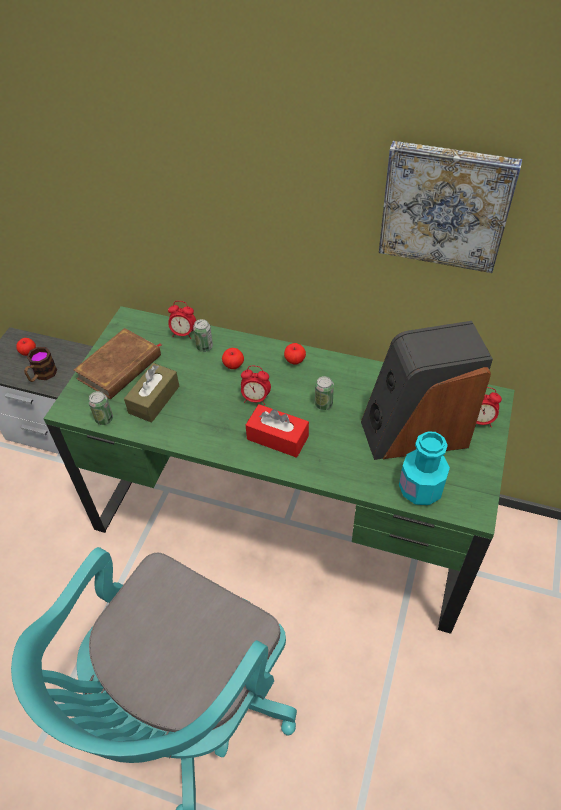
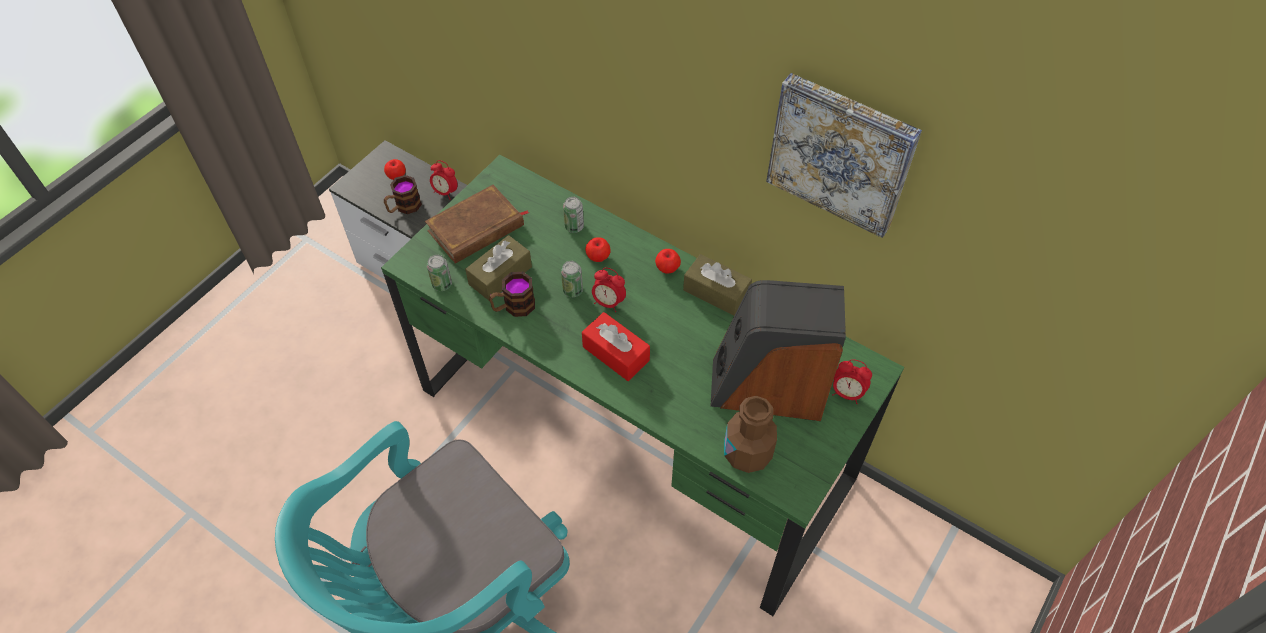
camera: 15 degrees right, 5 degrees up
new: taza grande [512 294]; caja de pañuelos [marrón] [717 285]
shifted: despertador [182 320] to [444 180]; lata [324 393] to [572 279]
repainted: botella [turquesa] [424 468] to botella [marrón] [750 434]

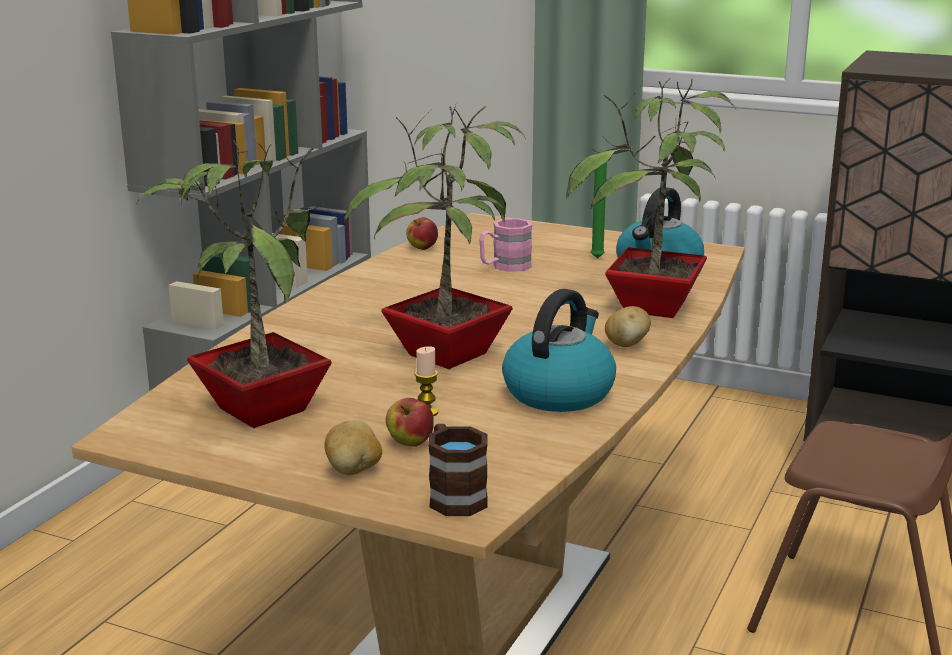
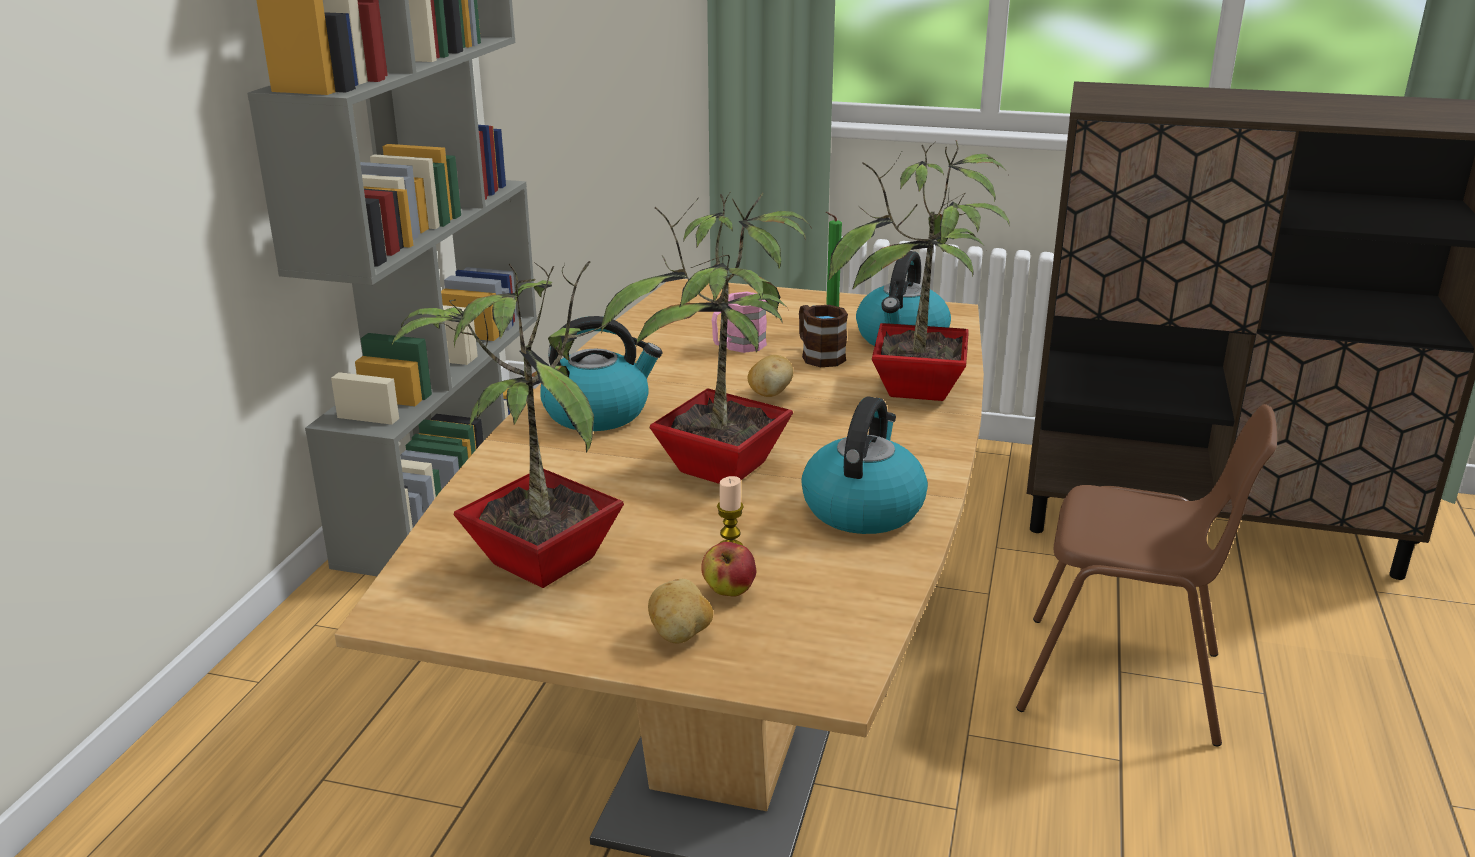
camera: 10 degrees left, 5 degrees up
gone: manzana [422 233]
new: hervidor [601 373]
shifted: taza grande [marrón] [457 470] to [823 336]; patata [628 326] to [770 376]

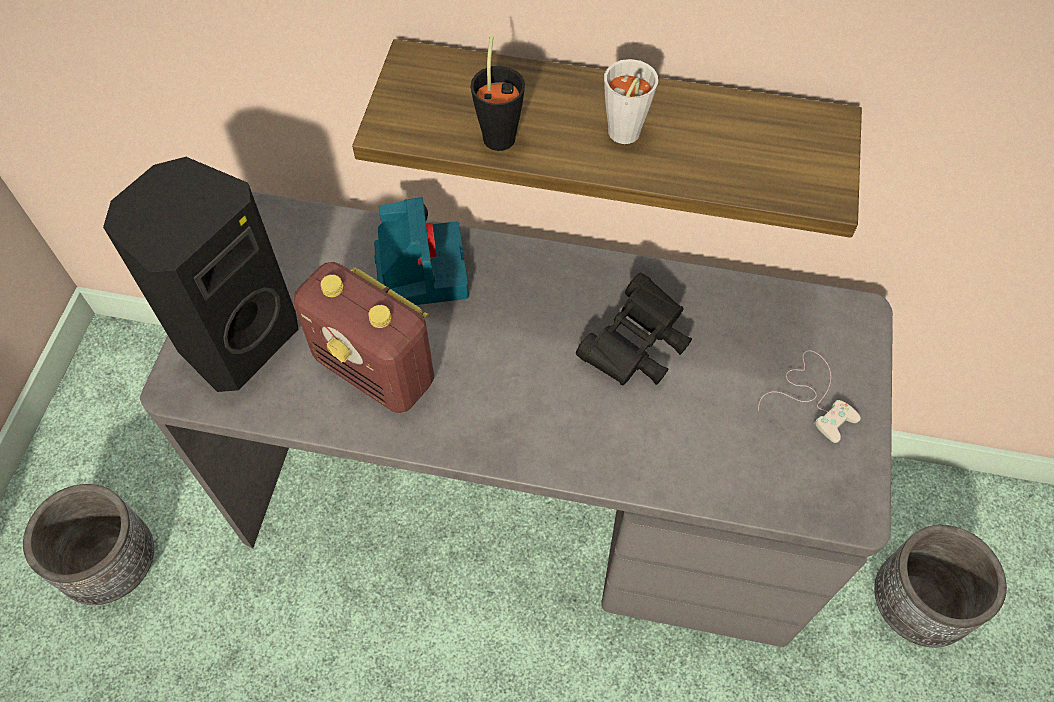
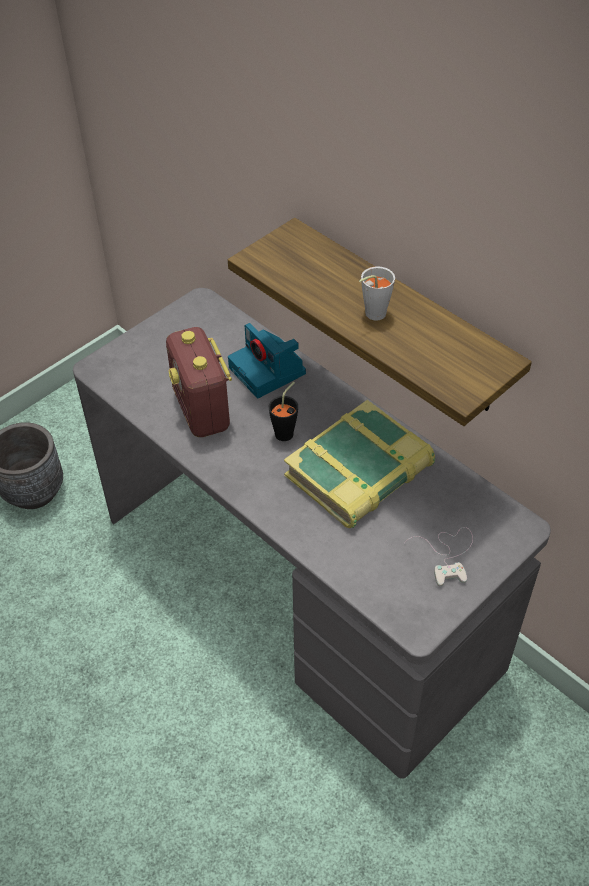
camera: 35 degrees right, 10 degrees down
gone: altavoz [negro] [200 274]; maceta [gris] [940 586]
shifted: taza [negro] [498 93] to [283 411]
swapped: prismáticos [negro] [634 329] to libro [359 464]
rotated: cámara [421 251] = [267 360] 120 degrees clockwise

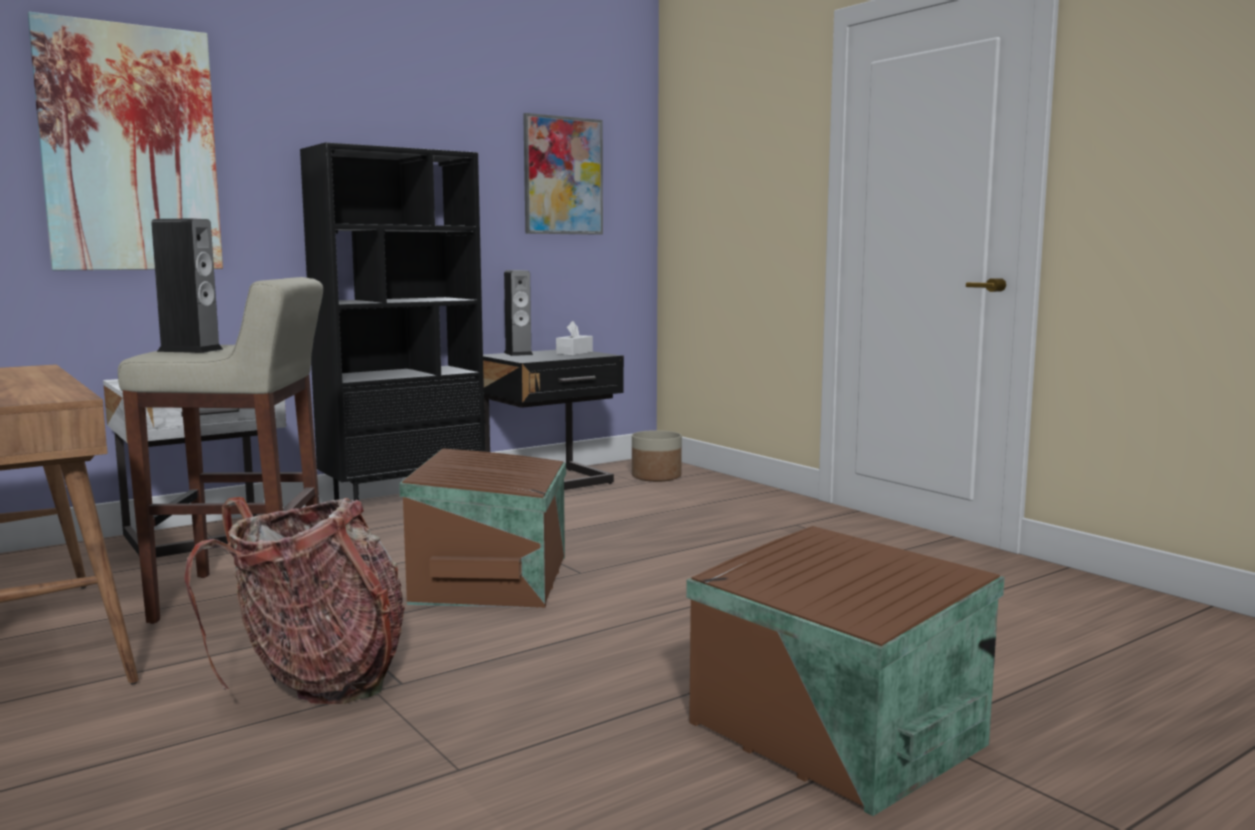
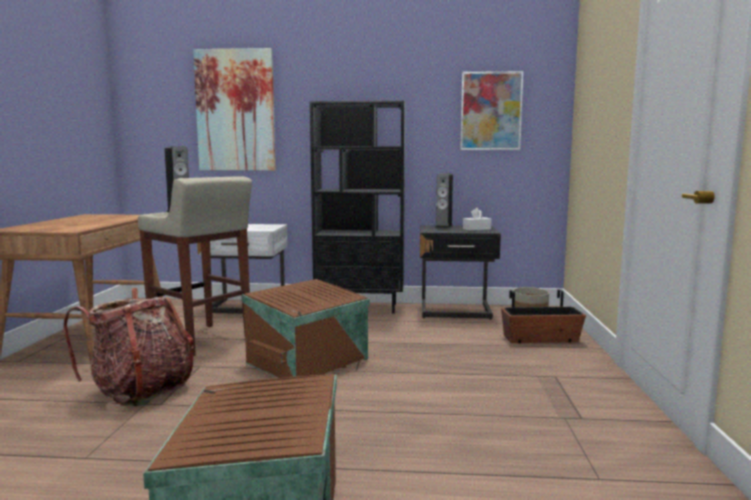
camera: 40 degrees right, 0 degrees up
new: maceta [543 316]

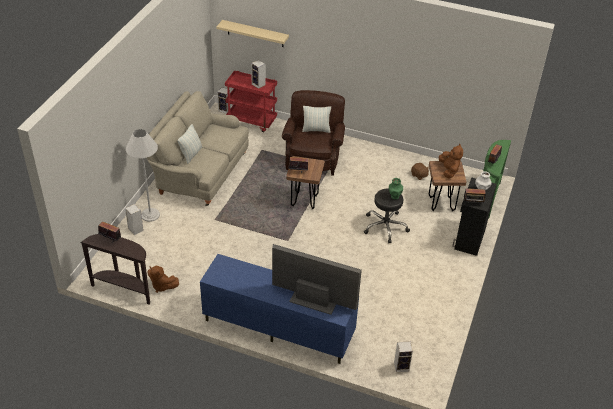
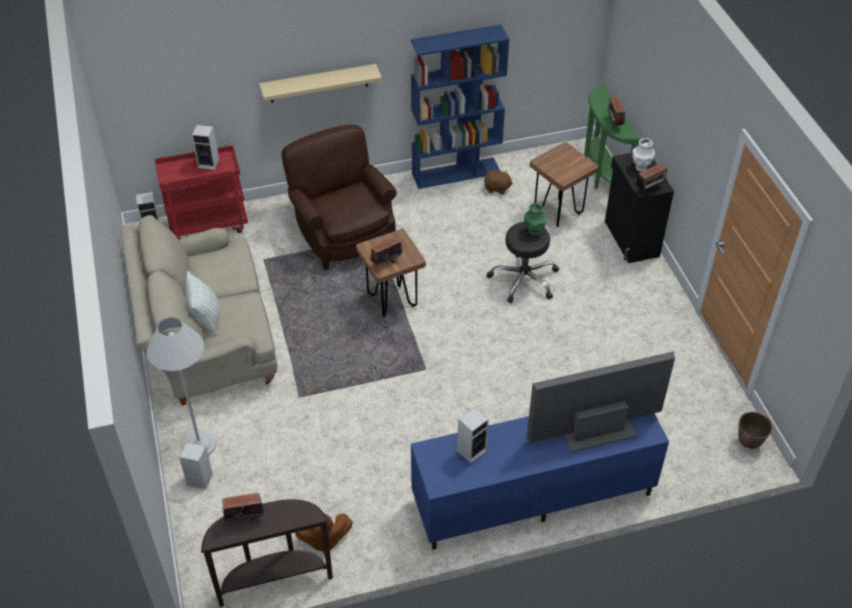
camera: 35 degrees left, 5 degrees up
gone: cojín [316 119]; peluche [marrón] [451 161]
new: estantería [azul] [459 107]; maceta [755 430]
shifted: estante [beis] [252 33] to [320 83]; altavoz [403 356] to [473 435]

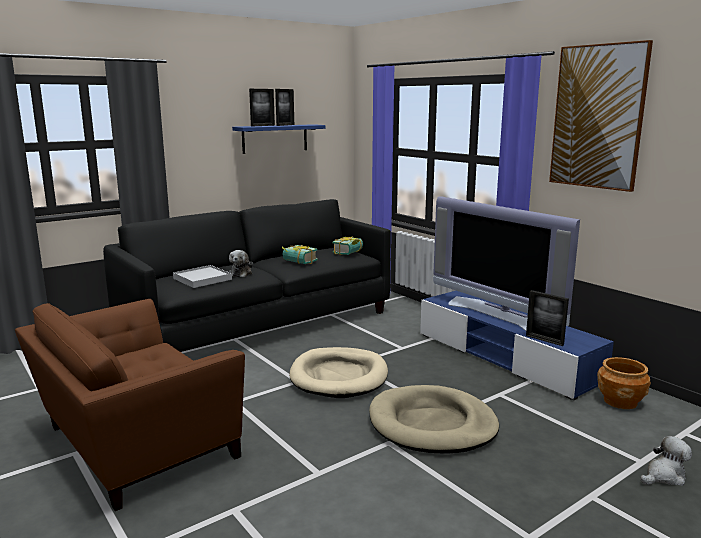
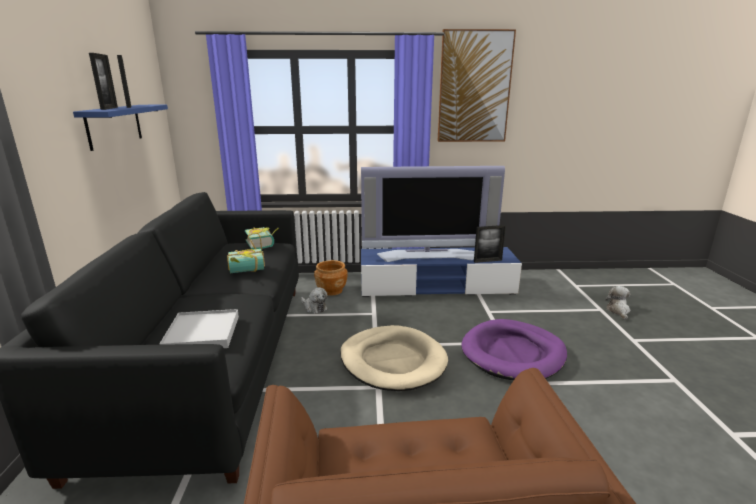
camera: 55 degrees left, 5 degrees up
shifted: peluche [241 263] to [314 300]; maceta [marrón] [624 383] to [331 278]
repainted: cama para perro [beis] [434 419] to cama para perro [morado] [514 349]

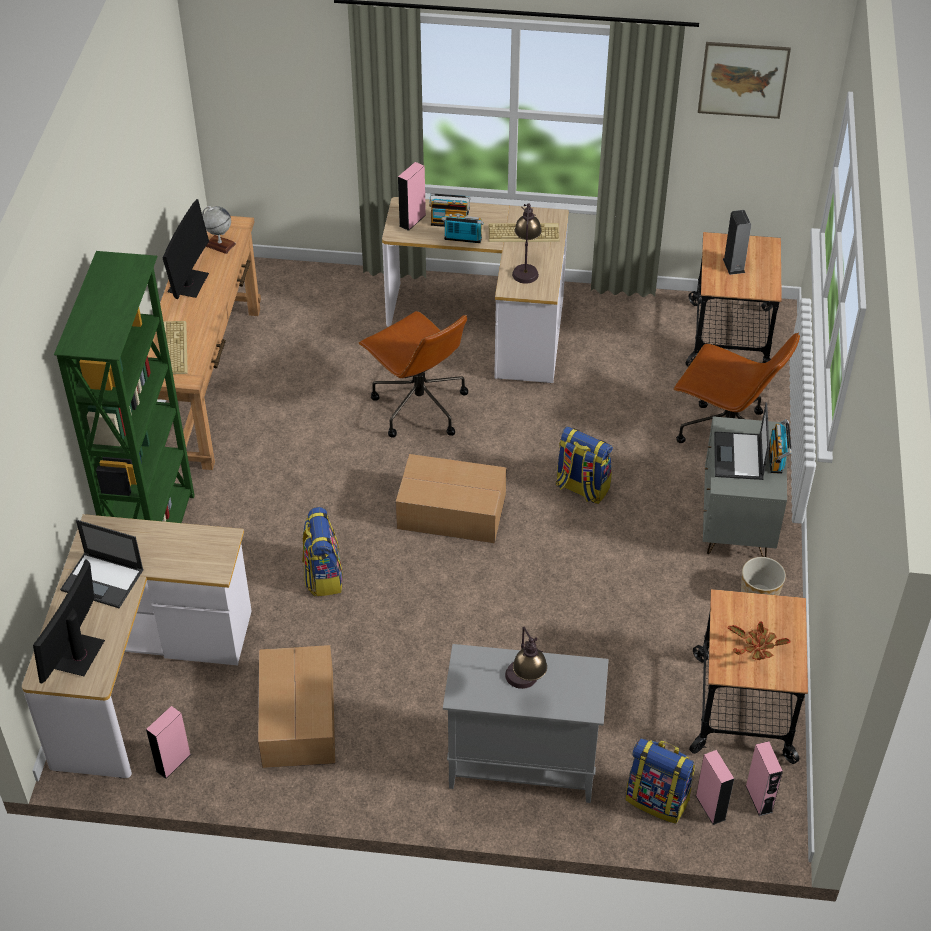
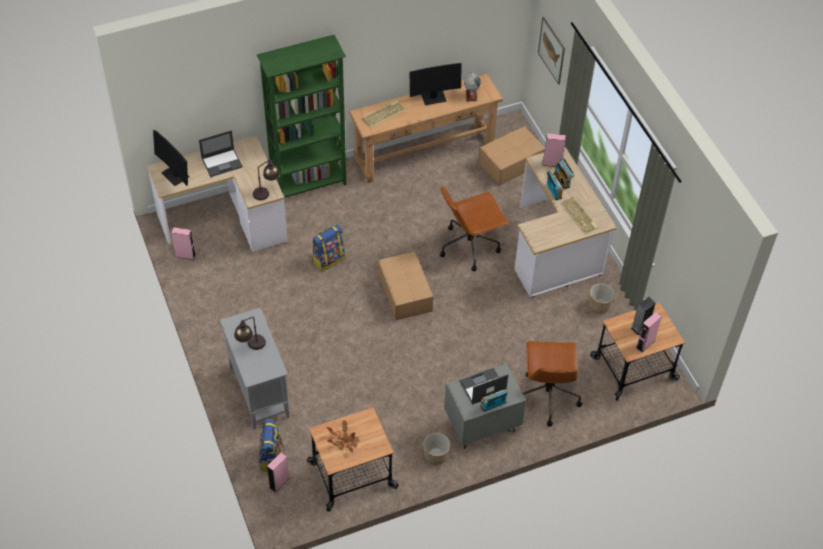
camera: 60 degrees right, 5 degrees up
gone: mochila [584 465]
new: maceta [602 298]
shifted: caja de cartón [296 706] to [511 156]; lámpara de mesa [527 243] to [266 179]; cuadro [744 80] to [551 51]; altavoz [rosa] [764 778] to [649 332]
rotated: monitor [69 621] = [171 158] 120 degrees counterclockwise; portátil [102 564] = [221 153] 105 degrees counterclockwise; silla de oficina [marrón] [413 374] = [474 228] 45 degrees clockwise

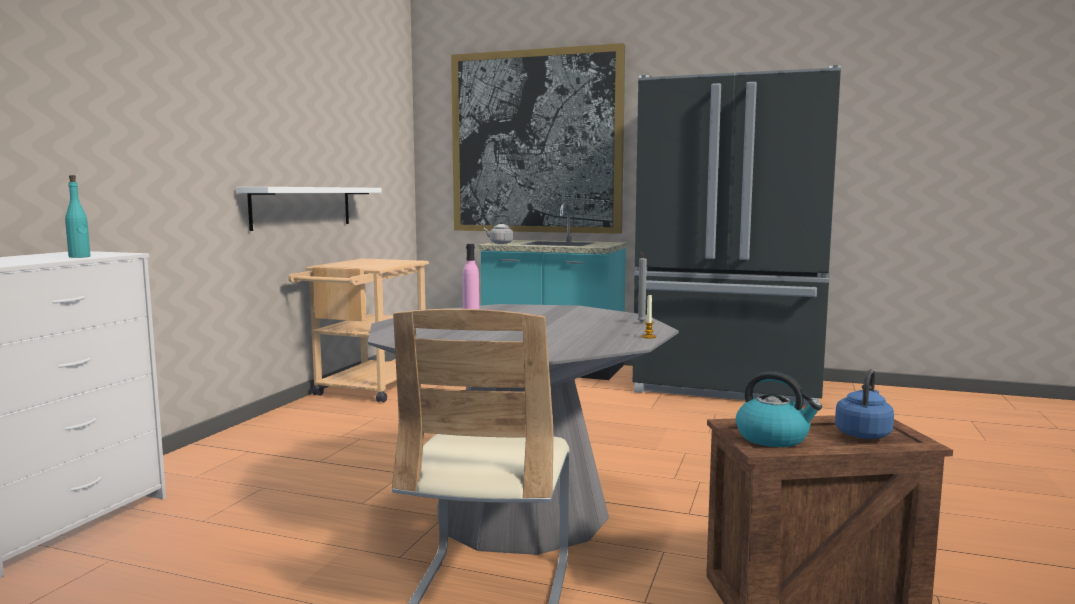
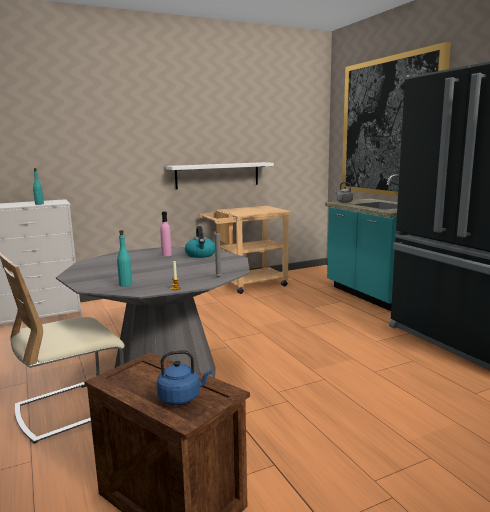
camera: 45 degrees right, 5 degrees up
new: botella [turquesa] [124 258]
shifted: hervidor [779 409] to [200 242]

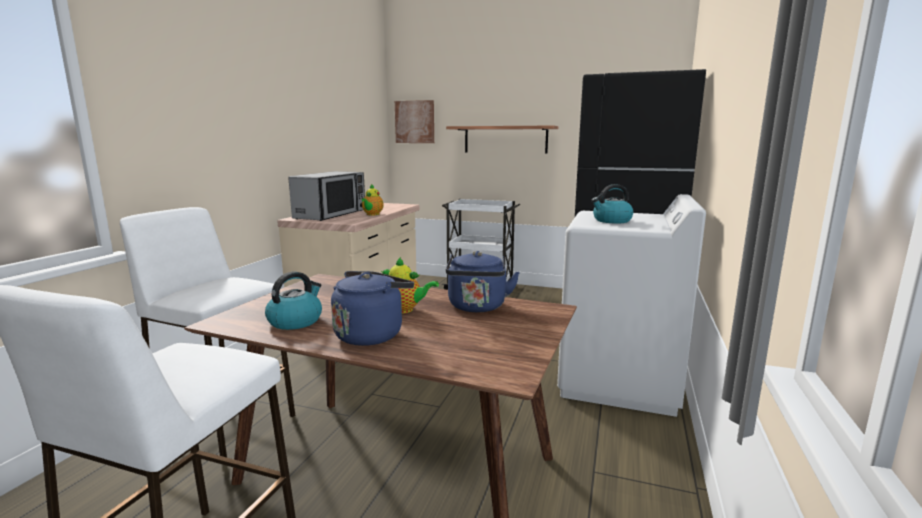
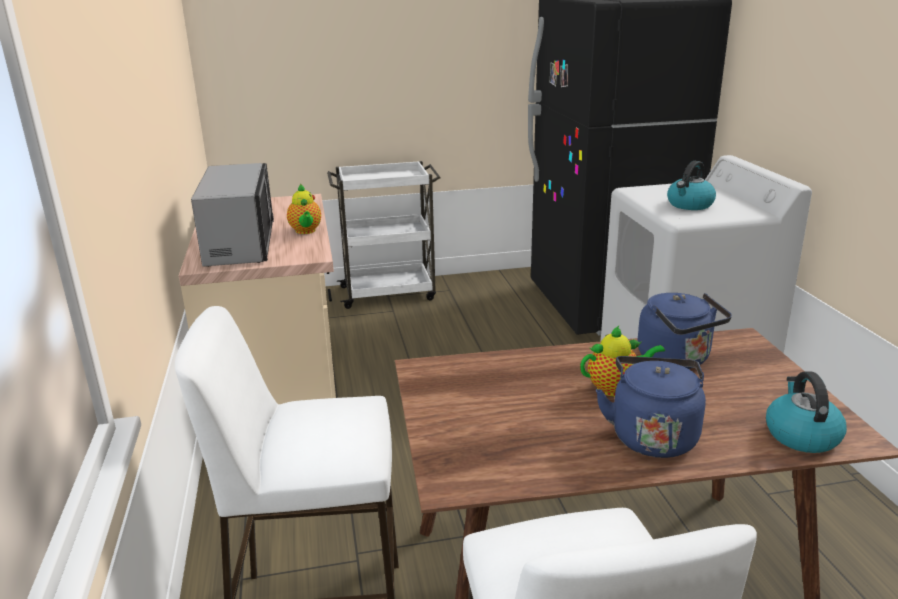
camera: 30 degrees left, 10 degrees up
gone: cuadro [414 121]; estante [502 139]
shifted: hervidor [293 301] to [806 412]

